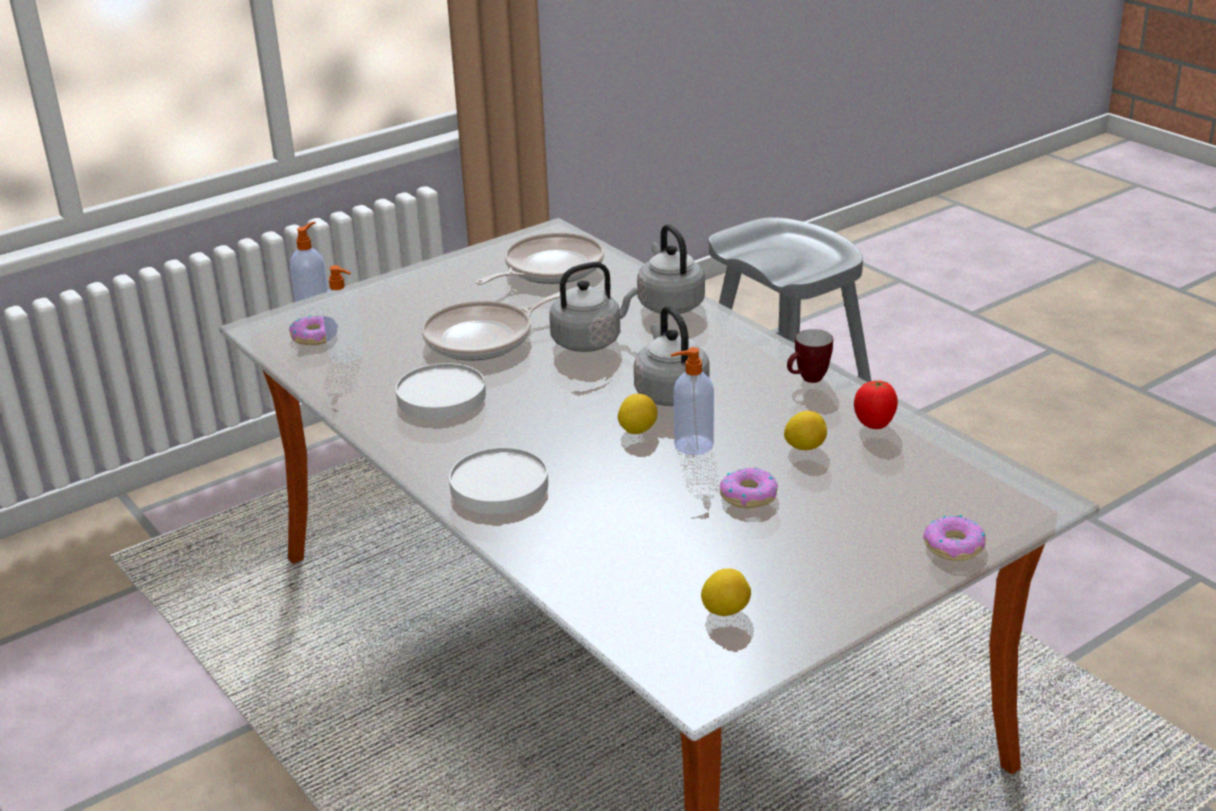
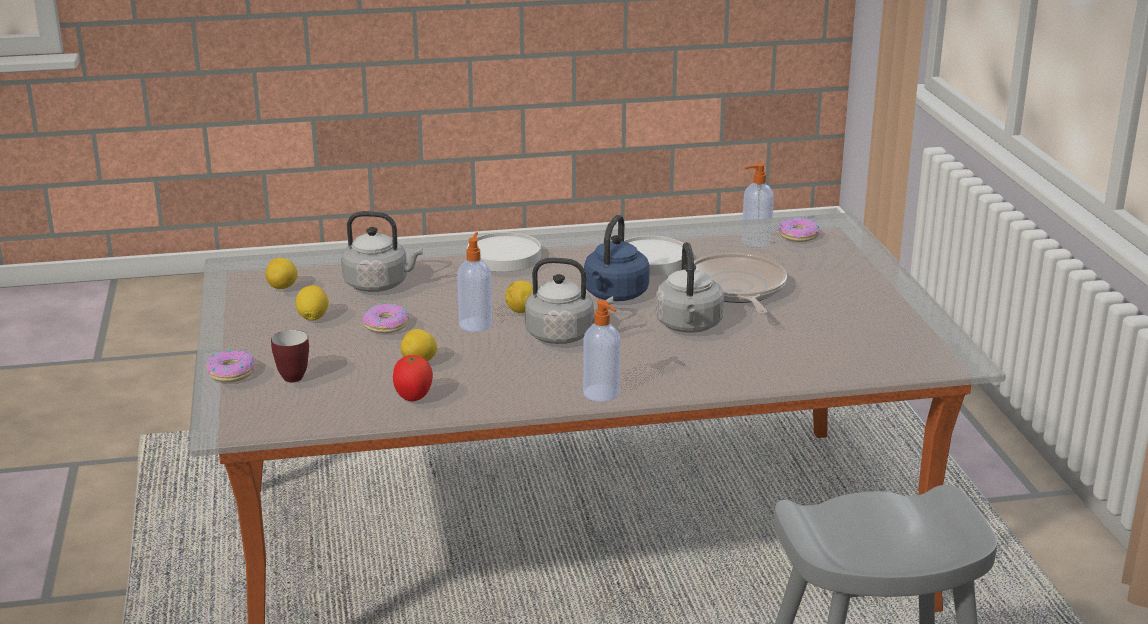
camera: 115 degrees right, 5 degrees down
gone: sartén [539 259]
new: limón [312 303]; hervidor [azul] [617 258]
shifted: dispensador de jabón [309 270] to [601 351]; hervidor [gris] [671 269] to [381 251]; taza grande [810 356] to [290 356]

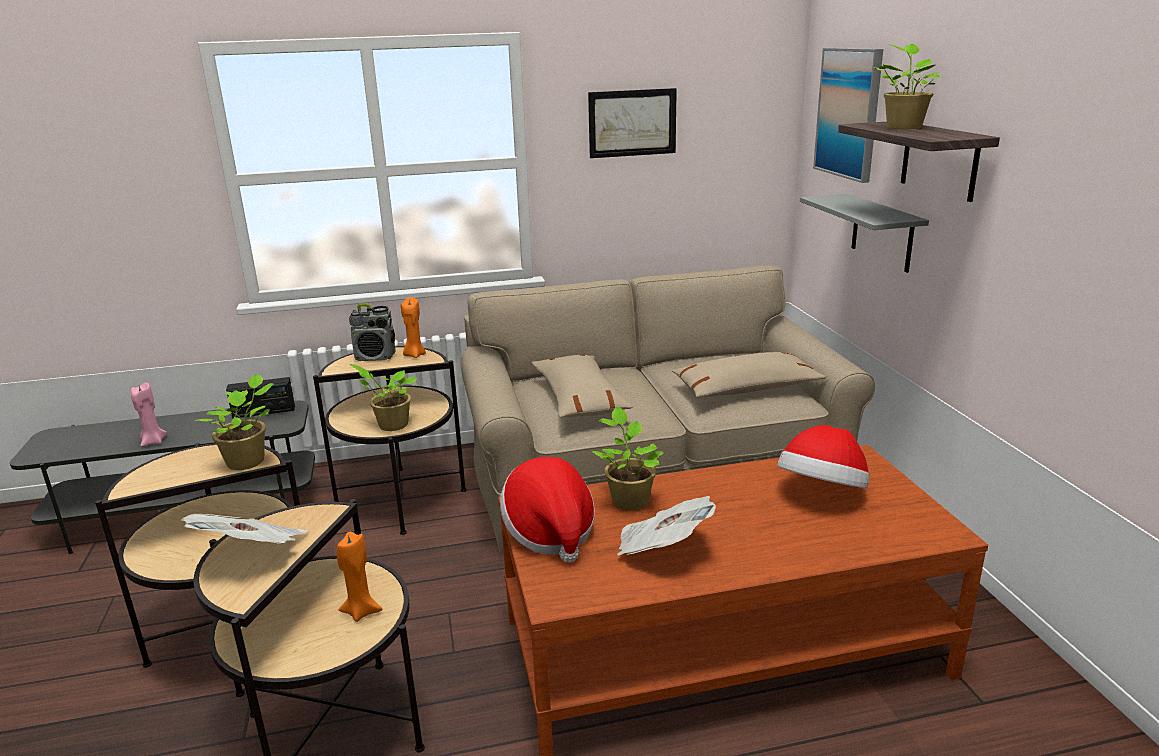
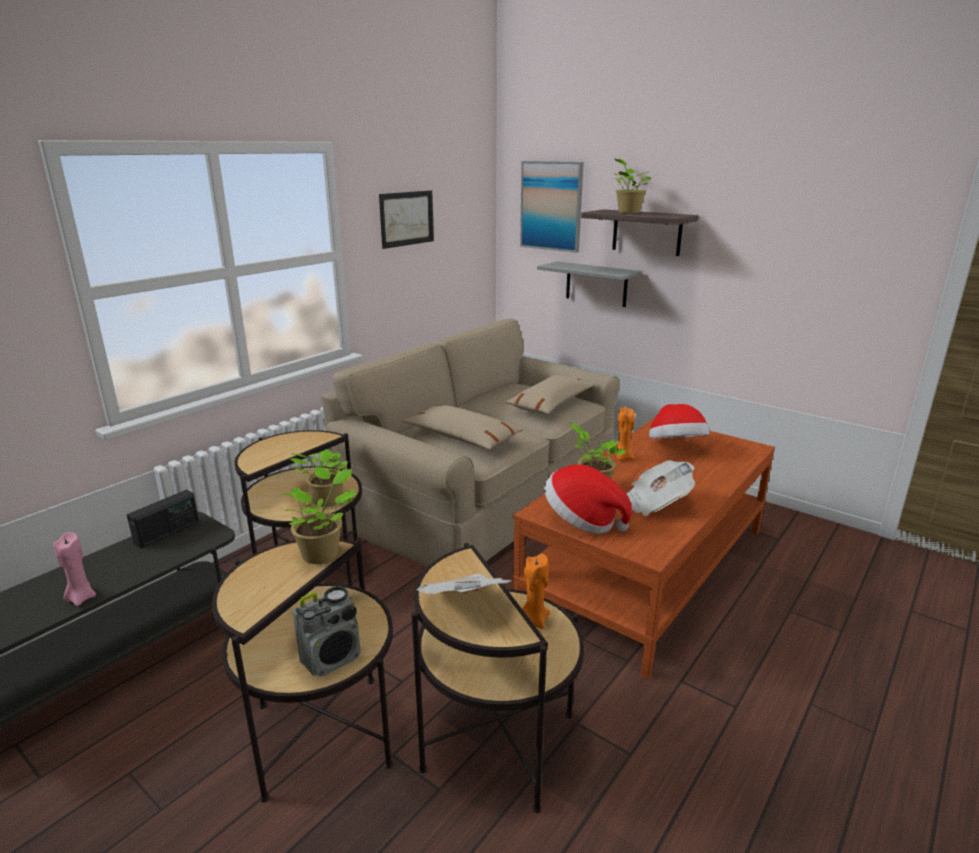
camera: 40 degrees left, 0 degrees up
shifted: radio [372 332] to [327 631]; vela [naranja] [413 327] to [625 434]

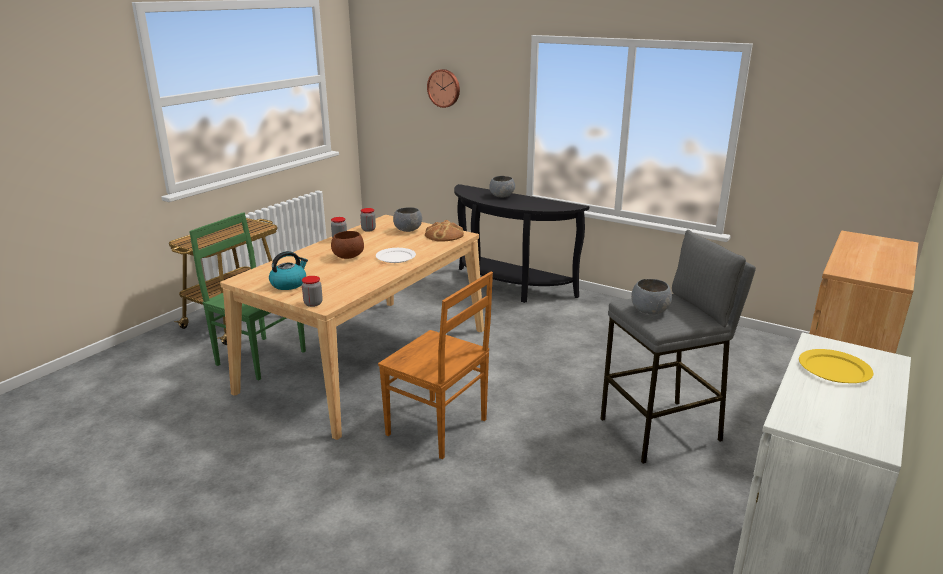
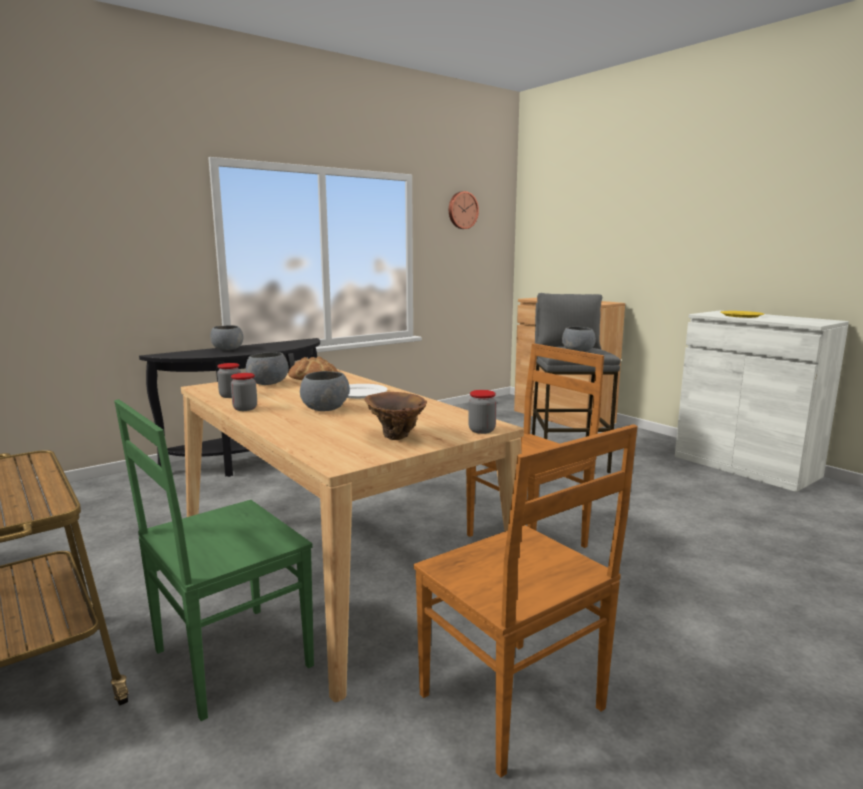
camera: 70 degrees left, 10 degrees down
new: silla [marrón] [526 601]
shifted: reloj de pared [443 88] to [464 210]
swapped: hervidor [288 270] to florero [marrón] [396 416]
repainted: cuenco [marrón] [347 245] to cuenco [gris] [325 391]

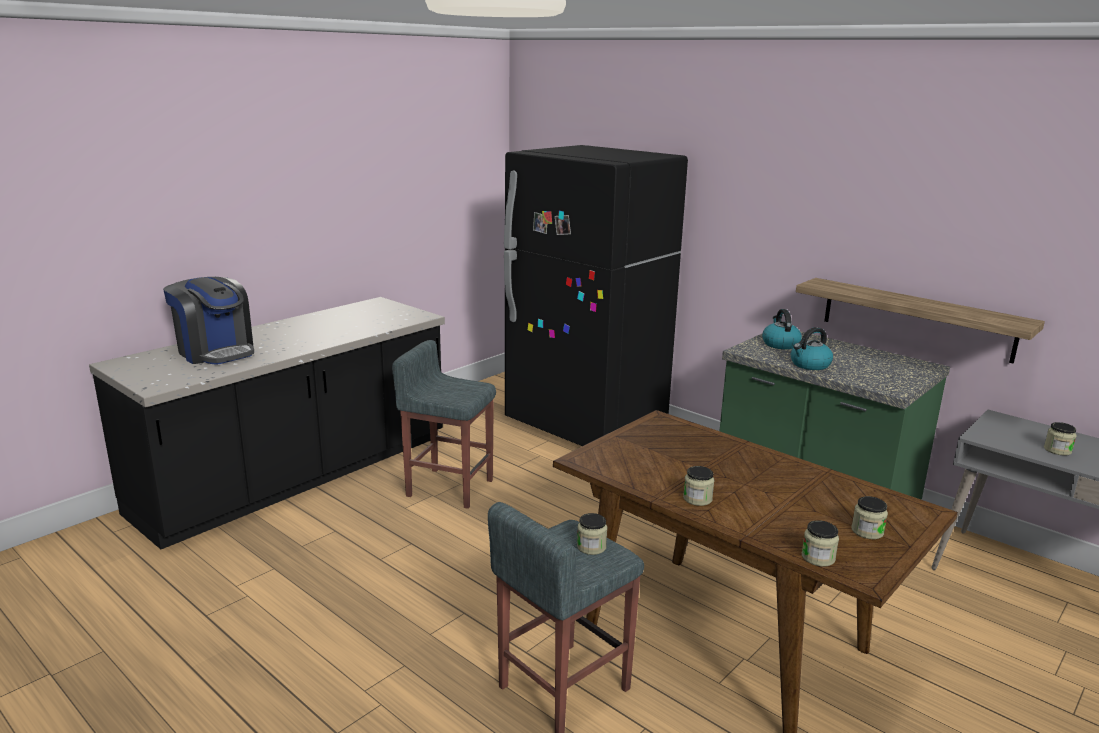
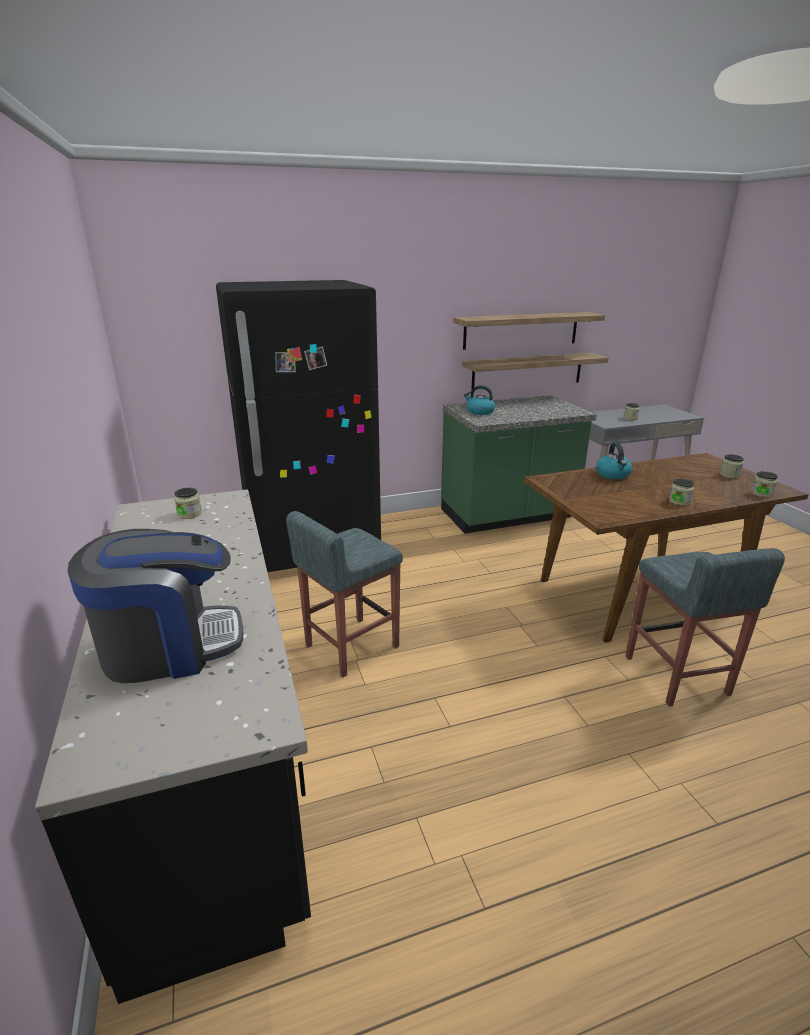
camera: 60 degrees left, 5 degrees up
new: estante [529 331]
shifted: tarro [592 534] to [188 503]; hervidor [812 348] to [614 461]

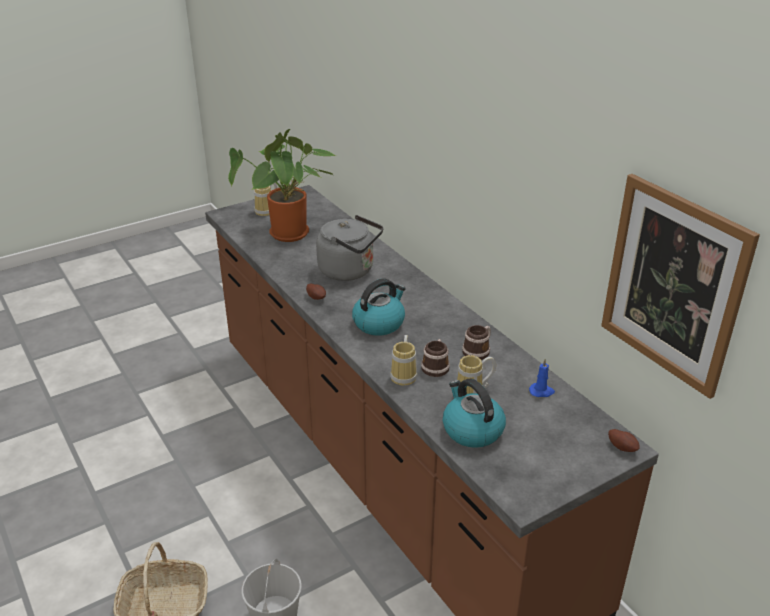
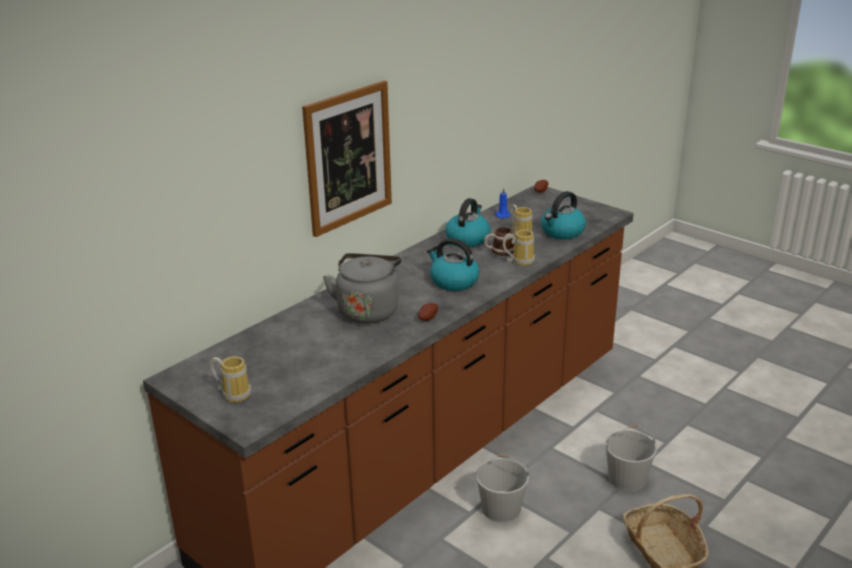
camera: 105 degrees left, 5 degrees down
gone: planta en maceta [282 185]
new: cubo [blanco] [502 488]
shifted: cuadro [680 286] to [347 158]
swapped: taza grande [476 342] to hervidor [467 222]

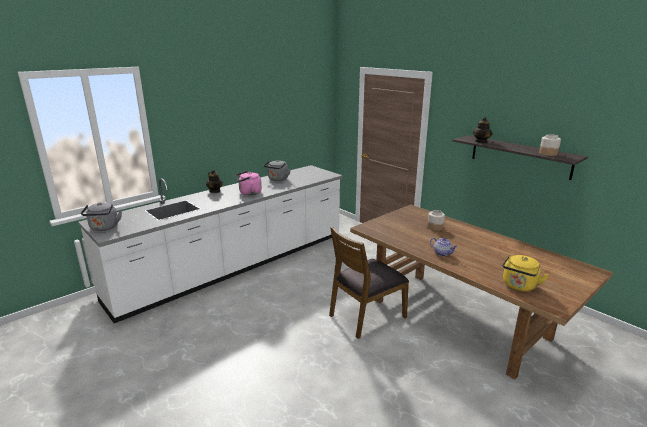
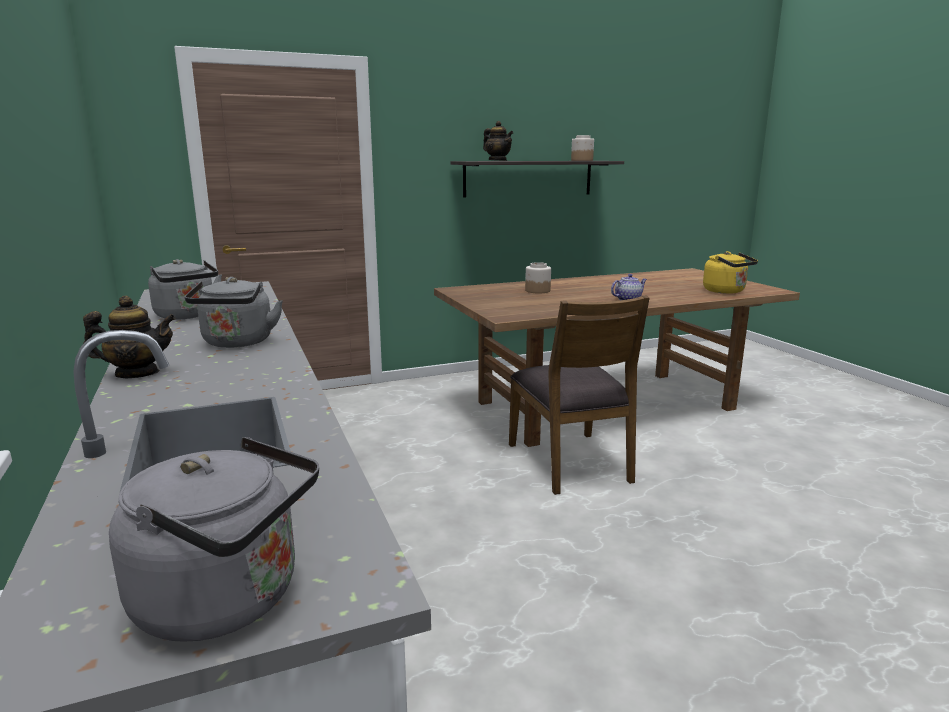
camera: 70 degrees left, 5 degrees down
repainted: hervidor [rosa] [249 183] to hervidor [gris] [234 312]

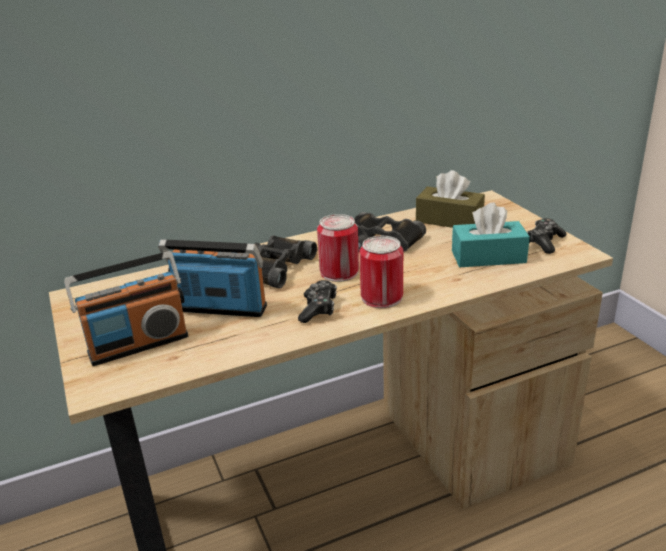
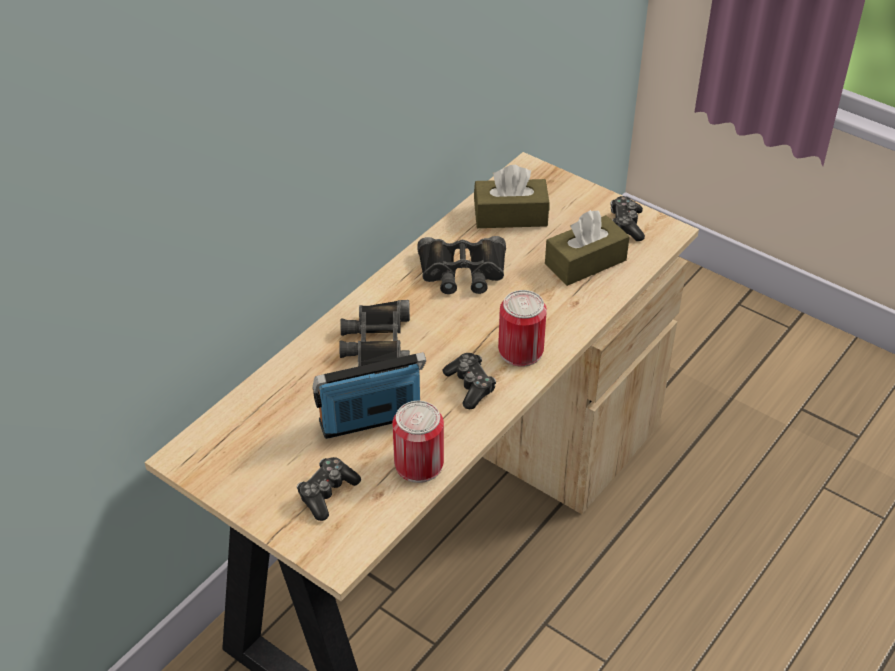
camera: 30 degrees left, 15 degrees up
shifted: lata [338 248] to [418 442]
swapped: radio [126 308] to mando de consola [329 489]
repainted: caja de pañuelos [turquesa] [491 234] to caja de pañuelos [marrón] [587 248]

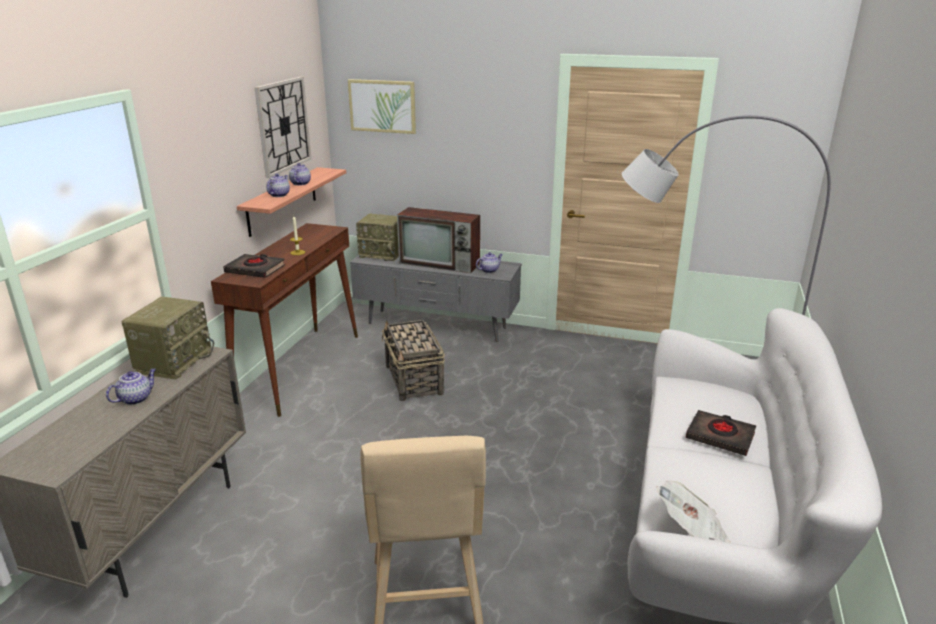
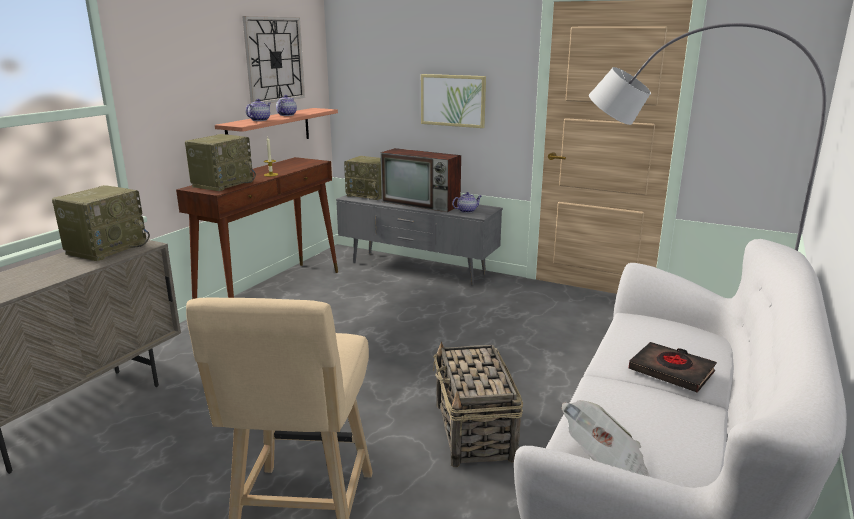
camera: 10 degrees right, 5 degrees down
gone: tetera [131 386]
shifted: cuadro [382 106] to [453 101]; cesta [413 360] to [478 404]
swapped: libro [negro] [254 266] to radio [220 162]

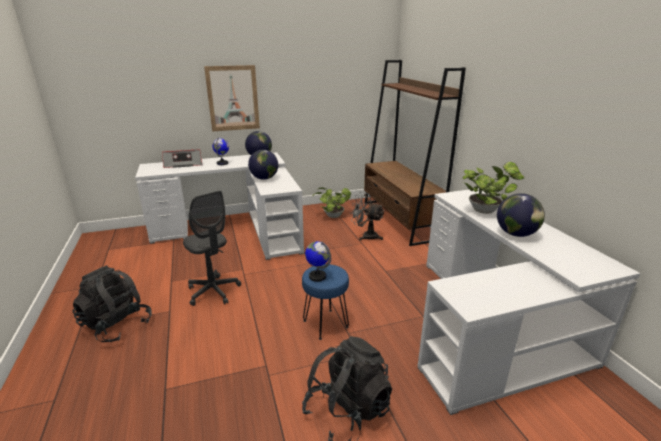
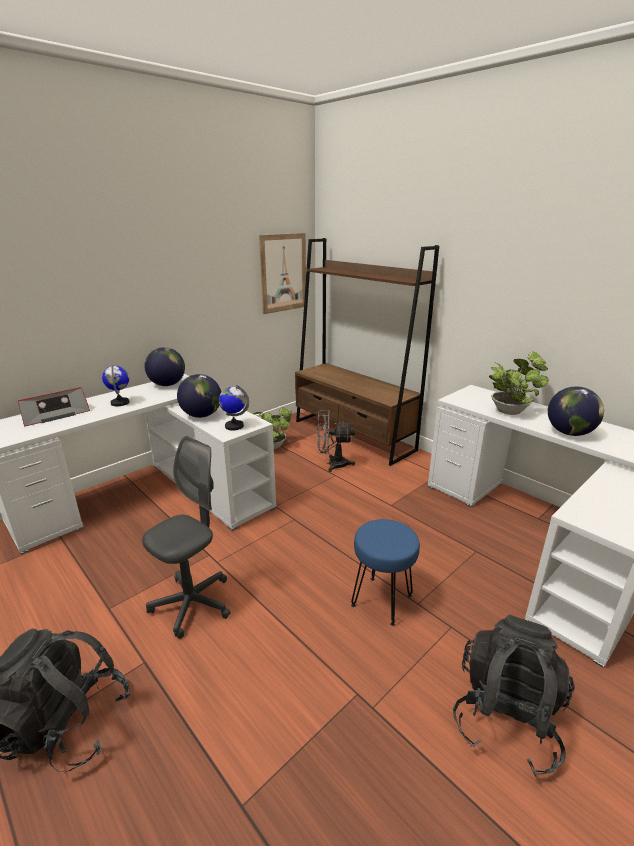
camera: 25 degrees left, 0 degrees up
shifted: cuadro [232 98] to [282 273]; globo terráqueo [318 261] to [234 408]
rotated: silla de oficina [gris] [212 248] = [186 537] 75 degrees counterclockwise

